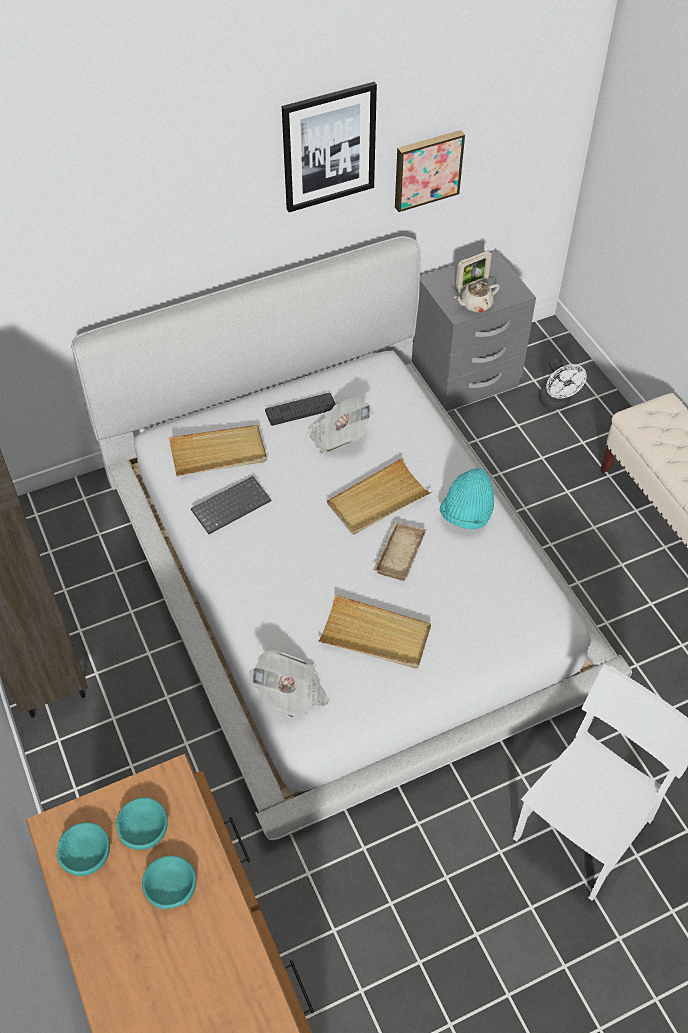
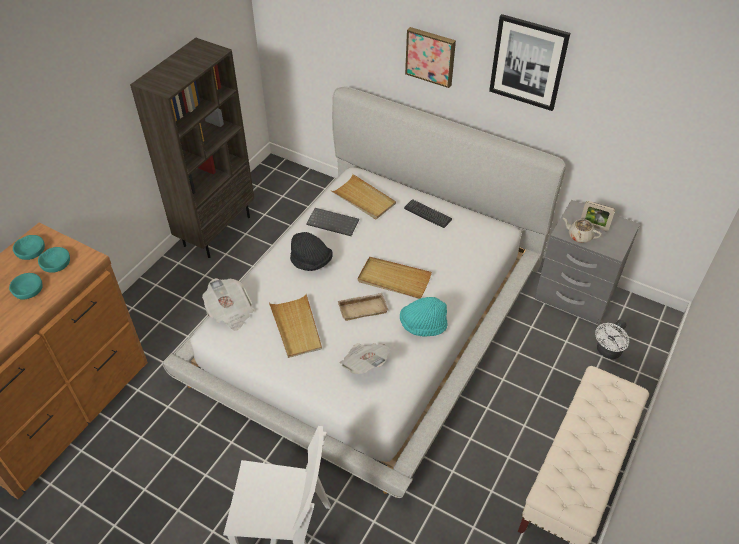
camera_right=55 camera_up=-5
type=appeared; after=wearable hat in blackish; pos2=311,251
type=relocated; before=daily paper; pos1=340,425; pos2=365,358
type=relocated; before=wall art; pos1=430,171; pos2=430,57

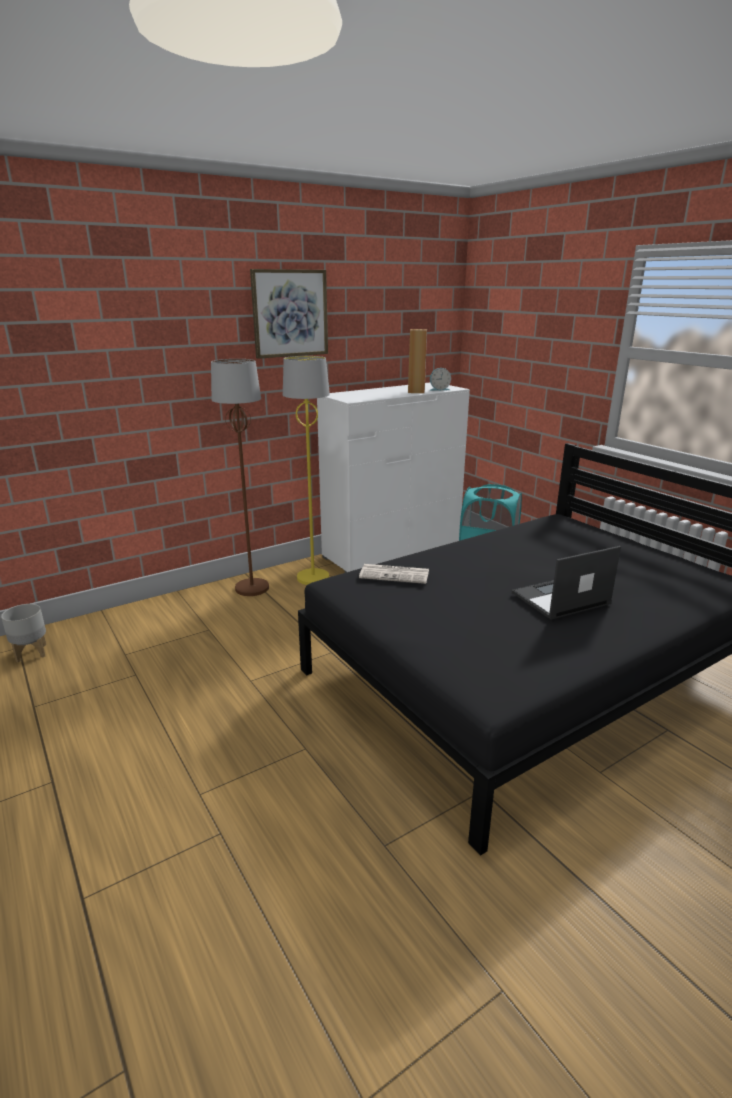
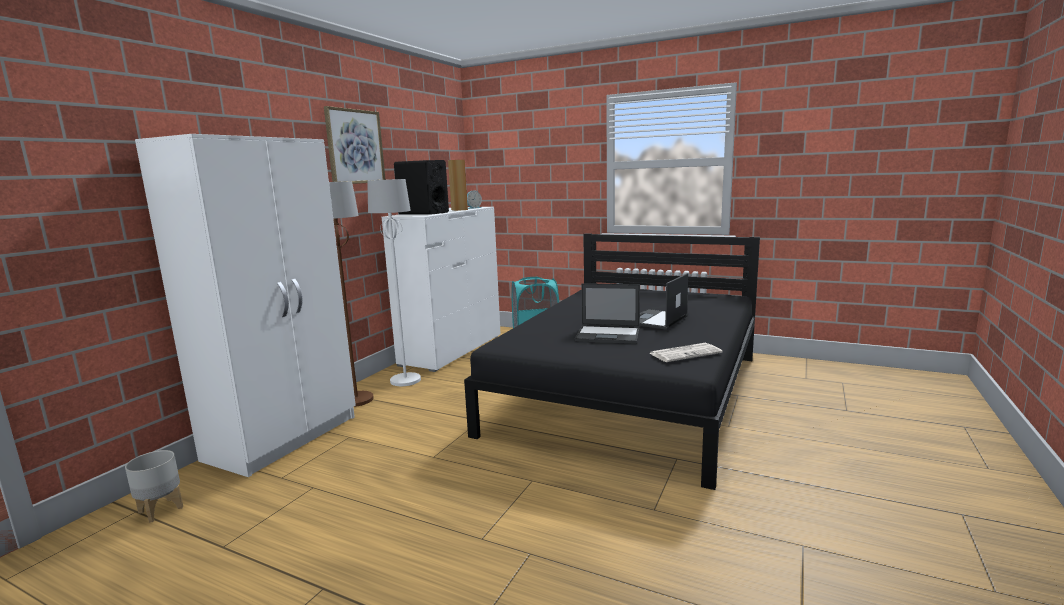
camera_right=-30 camera_up=-10
type=appeared; after=armoire in whitish; pos2=245,305
type=appeared; after=loudspeaker in blackish; pos2=421,187
type=appeared; after=notebook computer; pos2=607,313
type=relocated; before=daily paper; pos1=394,574; pos2=686,352
type=colour; before=floor lamp in yellow-coloured; after=floor lamp in whitish; pos1=306,470; pos2=394,282

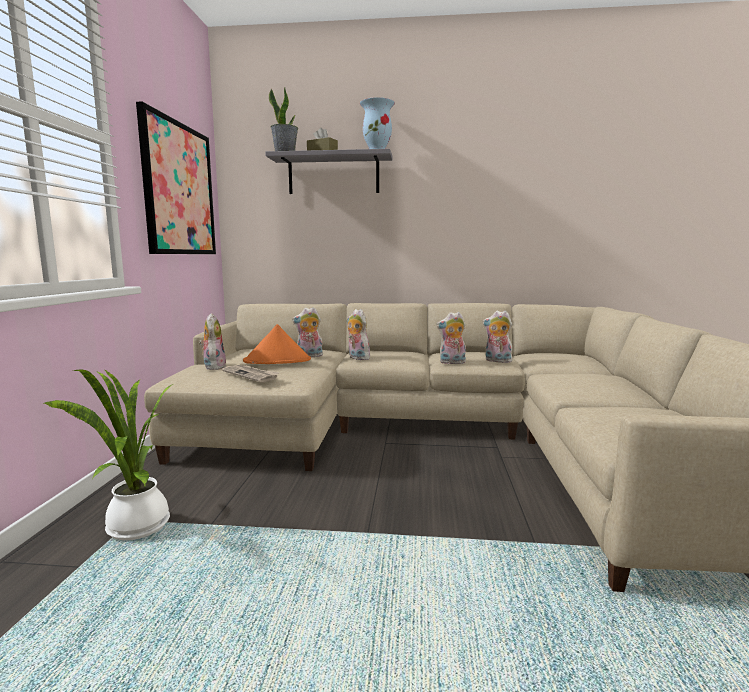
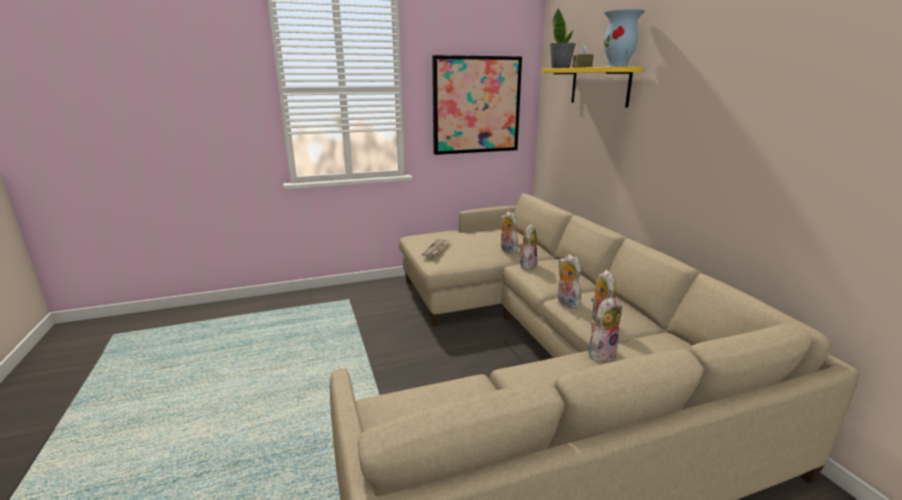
camera_right=65 camera_up=10
type=missing; before=potted plant; pos1=108,454
type=missing; before=wearable hat in orangey; pos1=277,344
type=relocated; before=cuddly toy; pos1=212,341; pos2=605,329
type=colour; before=wall shelf in grey; after=wall shelf in yellow-coloured; pos1=328,171; pos2=593,87

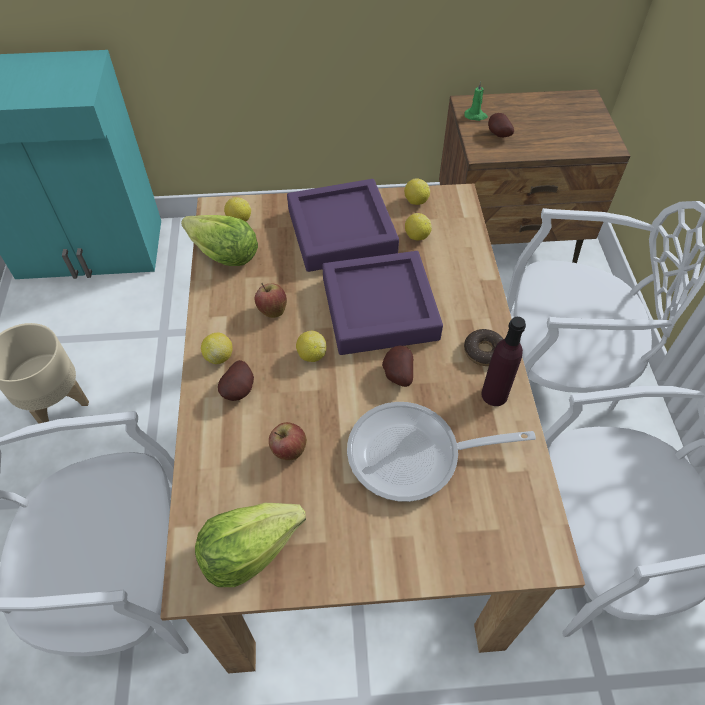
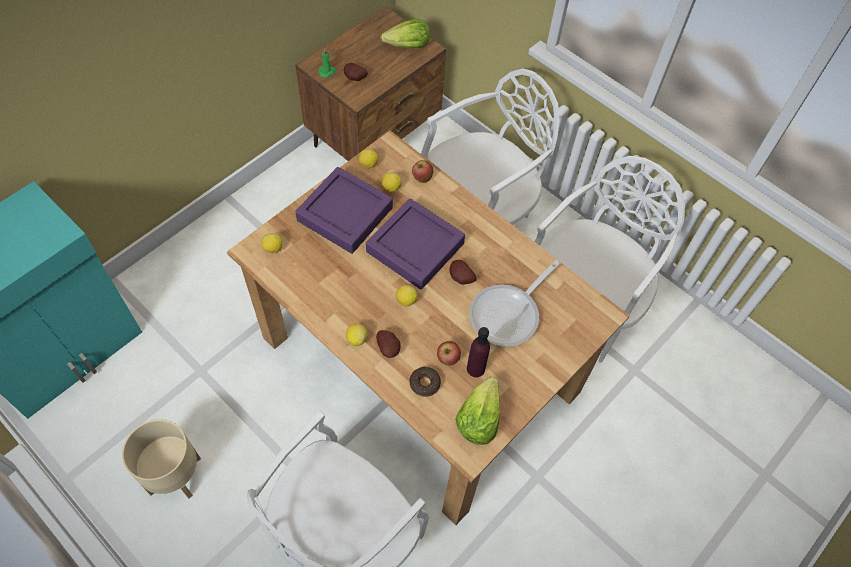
camera_right=-45 camera_up=5
type=relocated; before=lettuce head; pos1=219,240; pos2=405,33
type=relocated; before=apple fruit; pos1=271,300; pos2=422,171
type=relocated; before=ring doughnut; pos1=483,347; pos2=425,382
type=relocated; before=bottle in purple; pos1=503,361; pos2=478,352

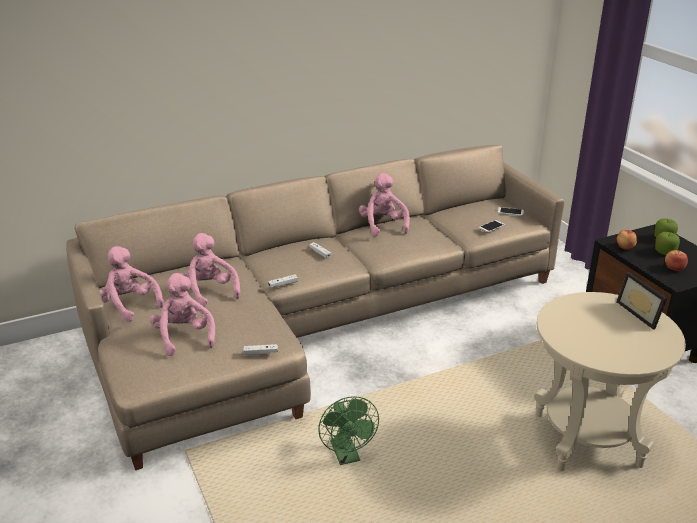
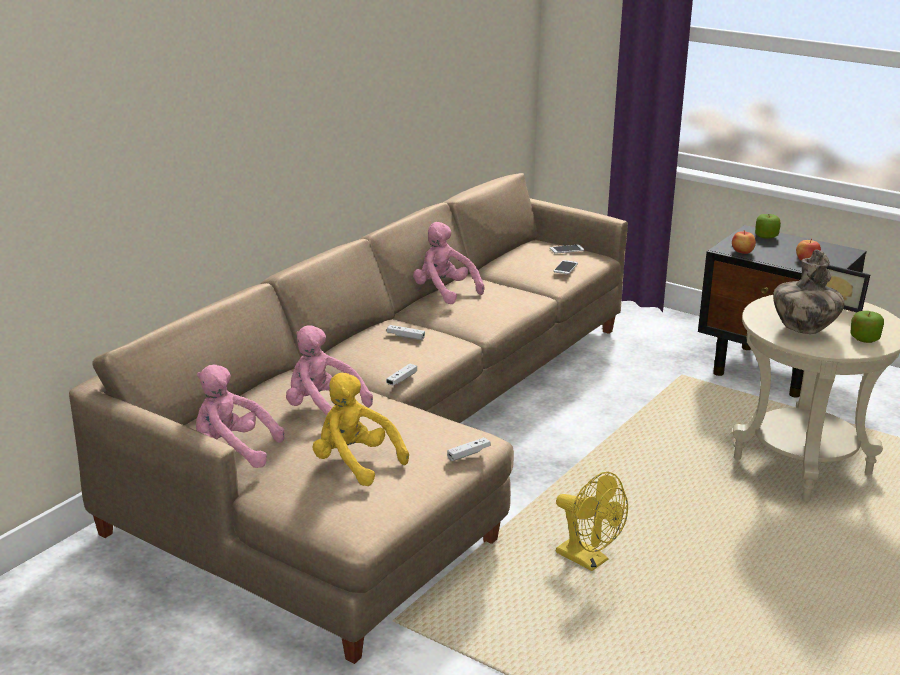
camera_right=-30 camera_up=-5
type=appeared; after=decorative vase; pos2=808,292
type=relocated; before=apple fruit; pos1=667,243; pos2=867,327
type=colour; before=cuddly toy in pink-coloured; after=cuddly toy in yellow-coloured; pos1=182,314; pos2=361,429
type=colour; before=electric fan in greenish; after=electric fan in yellow-coloured; pos1=348,430; pos2=592,521

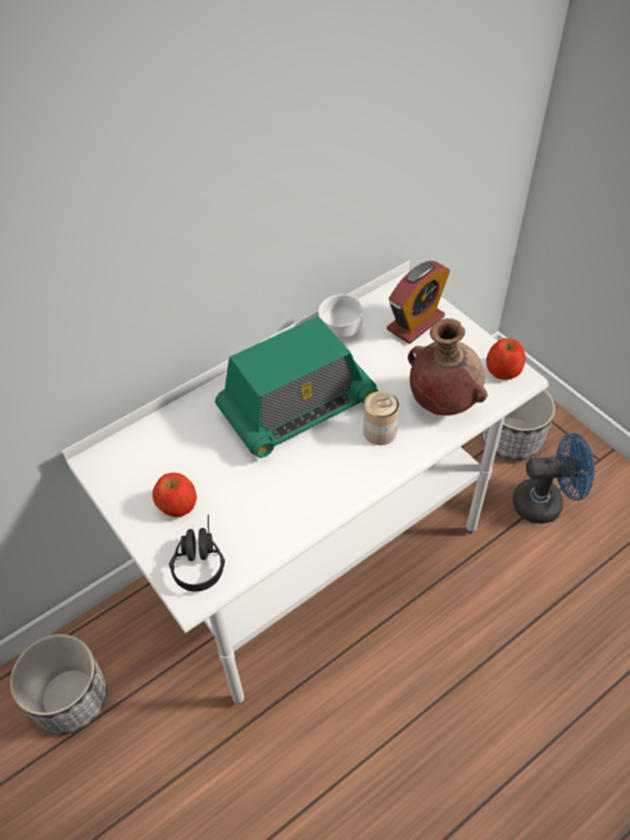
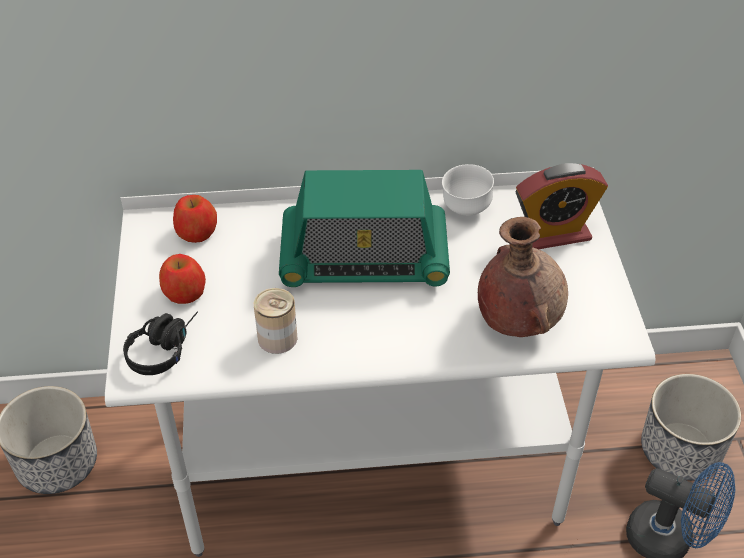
camera_right=30 camera_up=-5
type=relocated; before=can; pos1=381,418; pos2=276,321
type=relocated; before=apple fruit; pos1=505,359; pos2=195,219

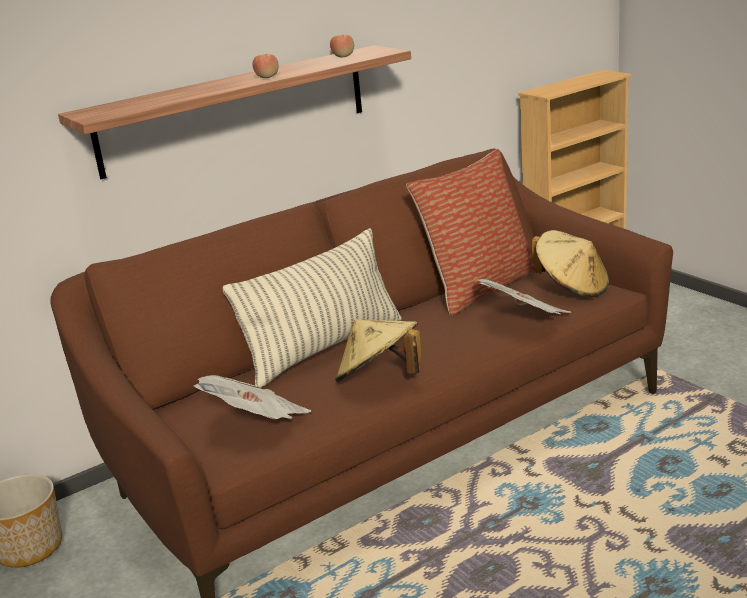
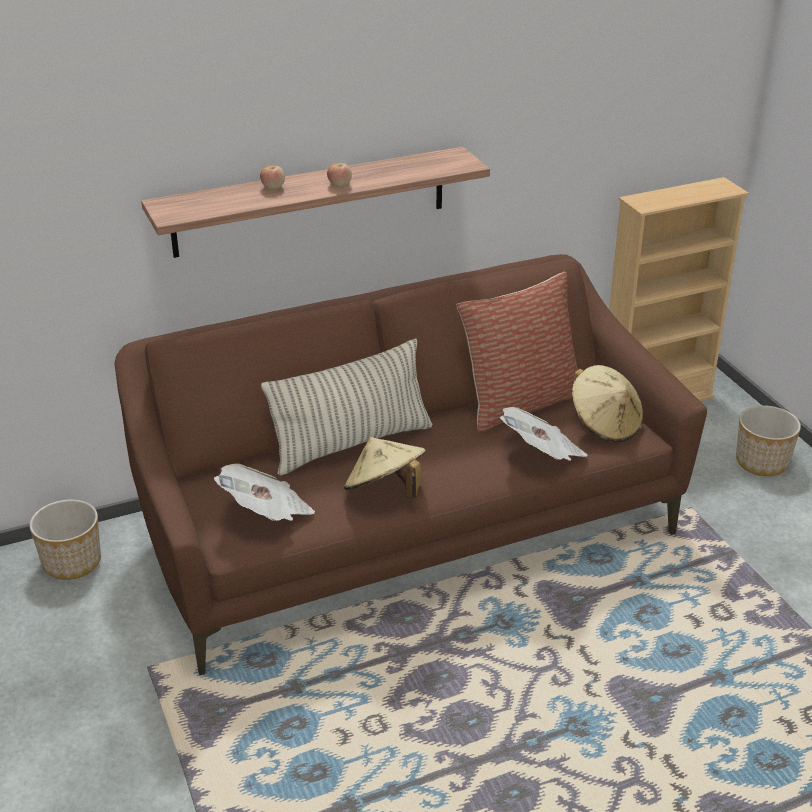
camera_right=10 camera_up=10
type=appeared; after=flower pot; pos2=768,440
type=relocated; before=apple fruit; pos1=342,46; pos2=272,178

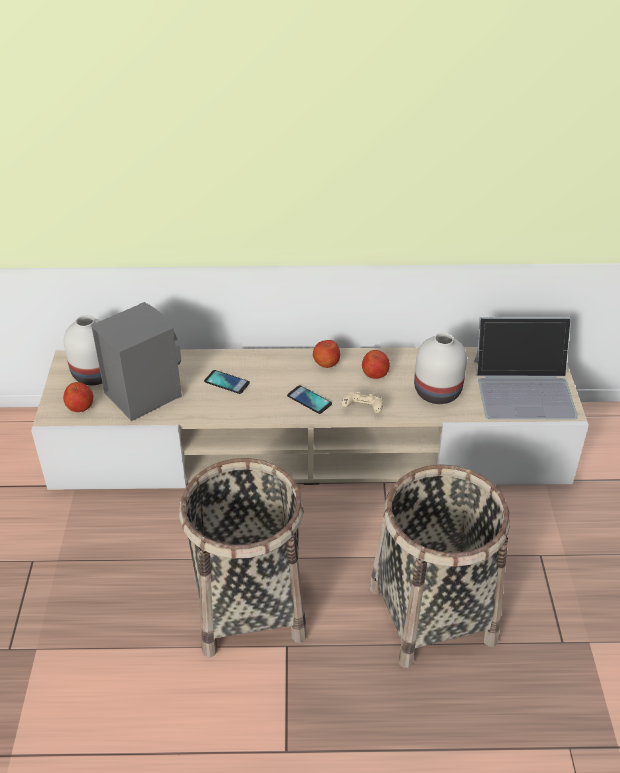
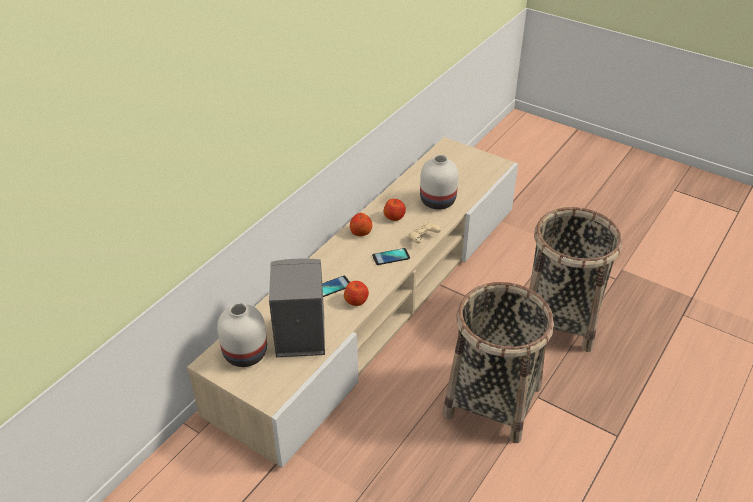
camera_right=-55 camera_up=0
type=missing; before=notebook computer; pos1=526,368
type=relocated; before=apple fruit; pos1=78,397; pos2=356,293

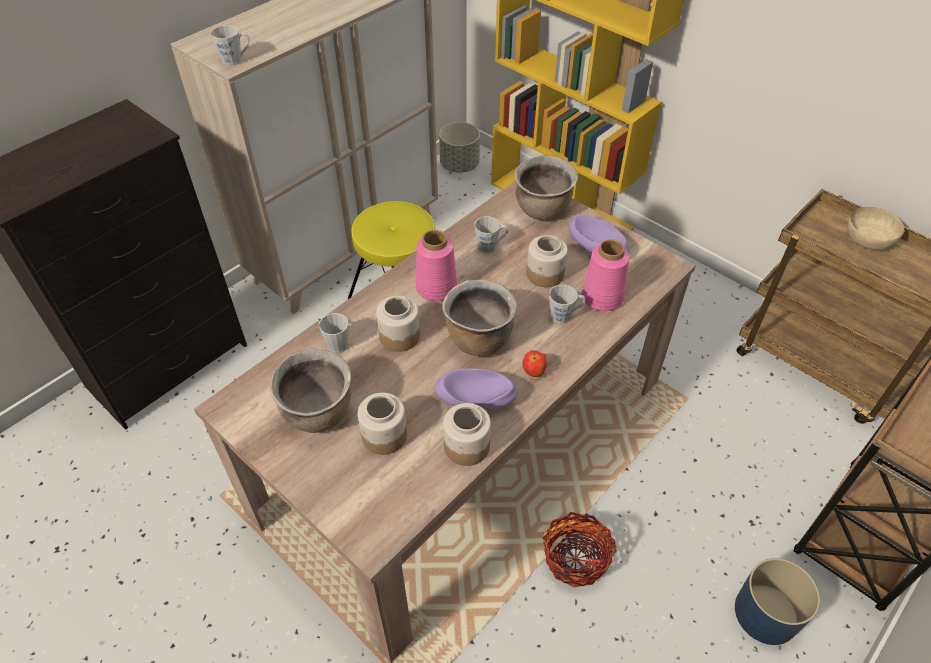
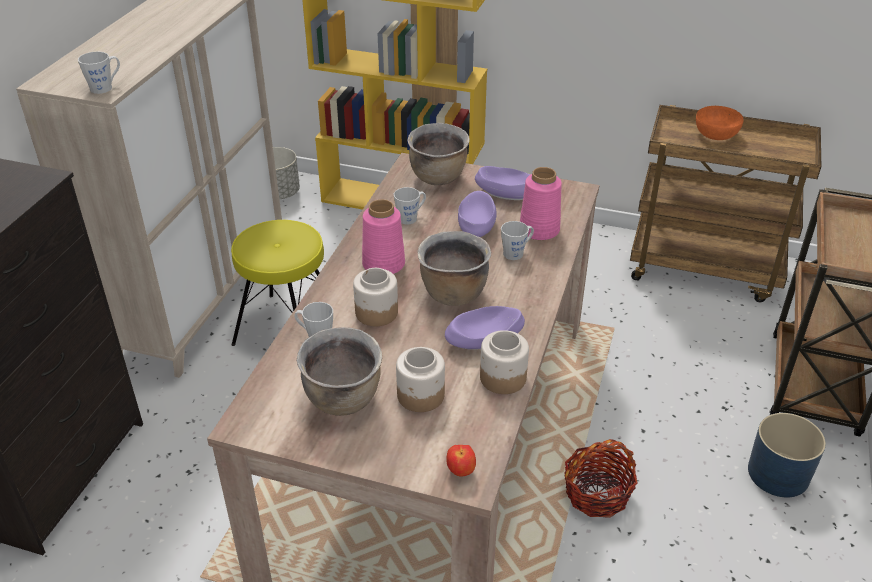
camera_right=-25 camera_up=-10
type=relocated; before=apple fruit; pos1=535,363; pos2=461,461
type=exchanged; before=jar; after=bowl in purple; pos1=547,261; pos2=477,214
type=colour; before=bowl in sand-coloured; after=bowl in orangey; pos1=876,228; pos2=720,123

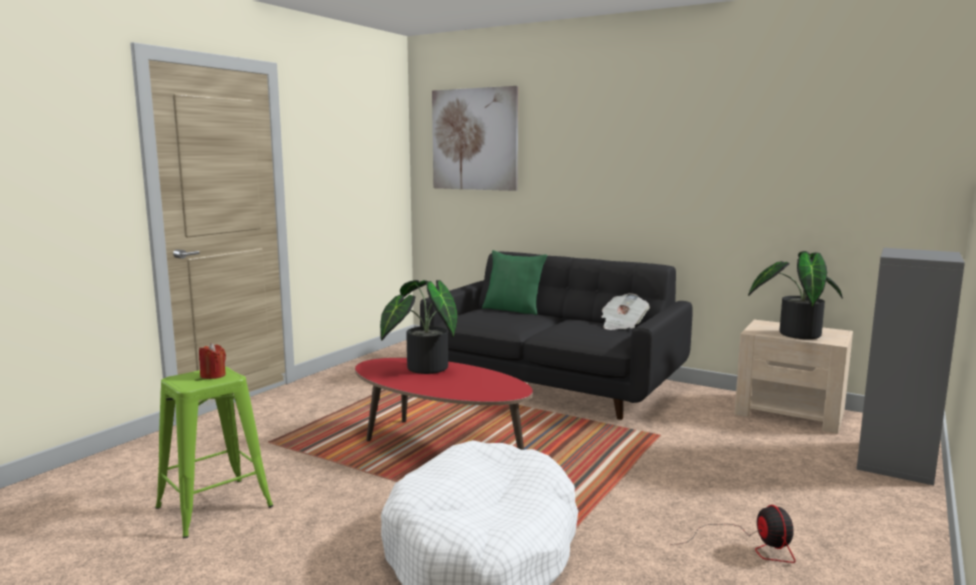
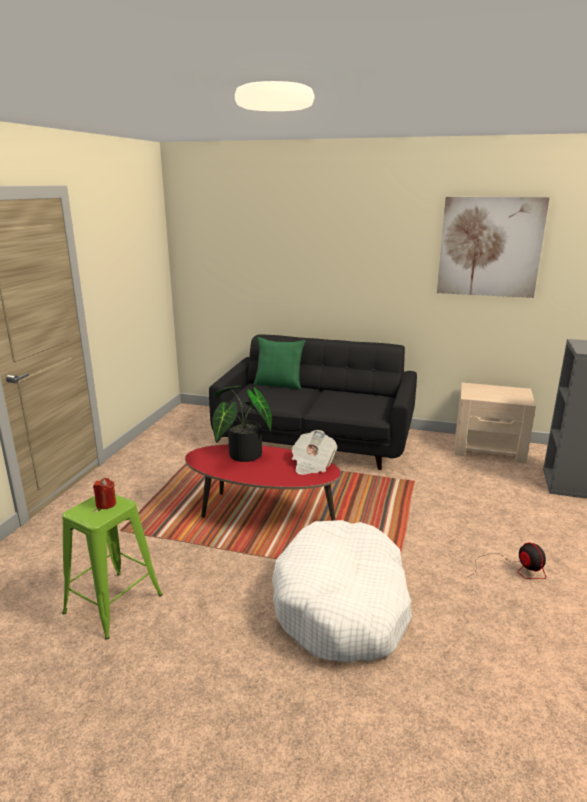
camera_right=-15 camera_up=10
type=missing; before=potted plant; pos1=795,295
type=relocated; before=wall art; pos1=475,138; pos2=493,247
type=relocated; before=daily paper; pos1=625,311; pos2=314,452

